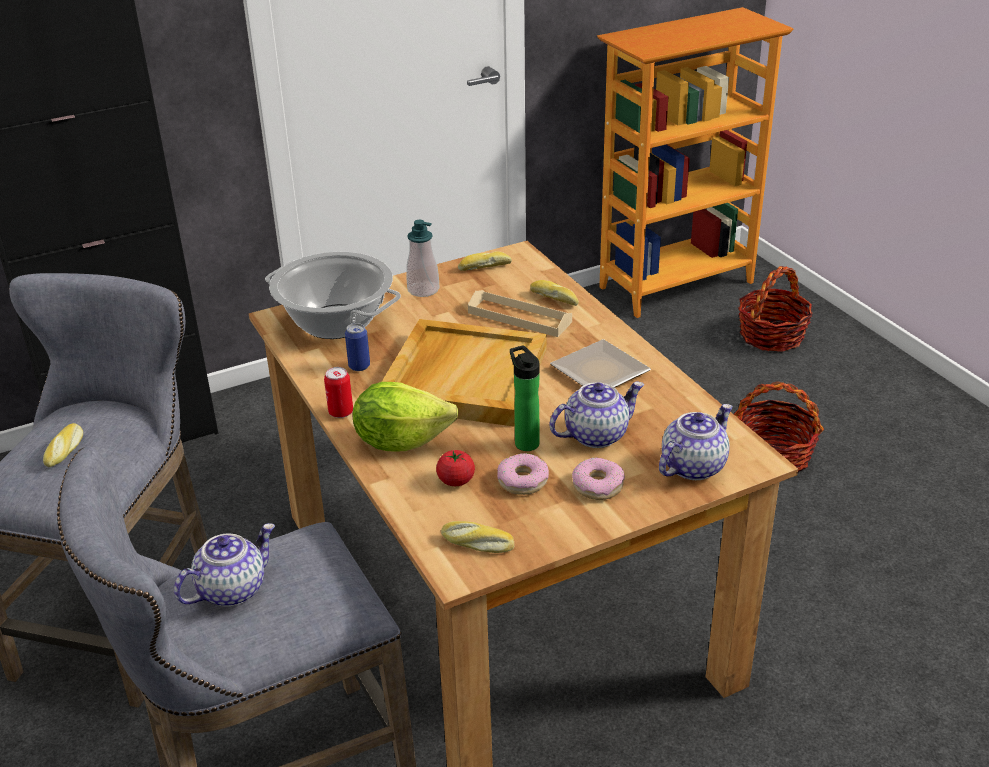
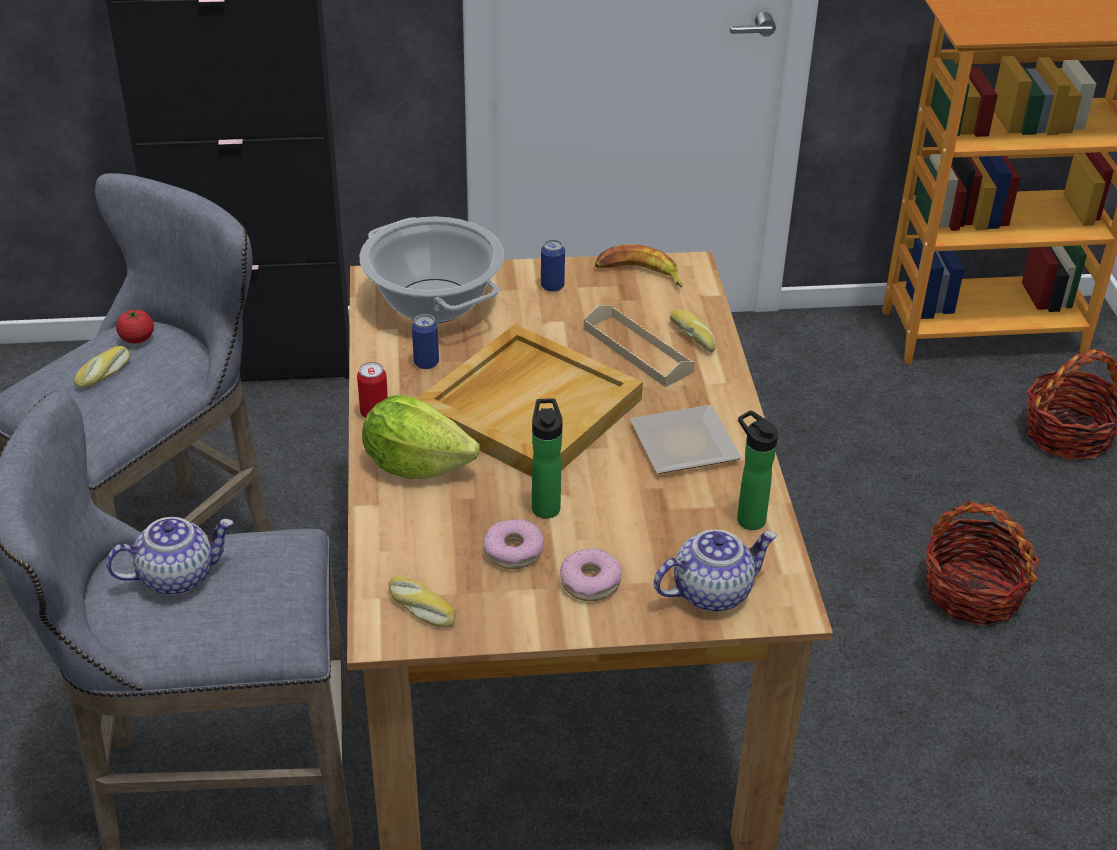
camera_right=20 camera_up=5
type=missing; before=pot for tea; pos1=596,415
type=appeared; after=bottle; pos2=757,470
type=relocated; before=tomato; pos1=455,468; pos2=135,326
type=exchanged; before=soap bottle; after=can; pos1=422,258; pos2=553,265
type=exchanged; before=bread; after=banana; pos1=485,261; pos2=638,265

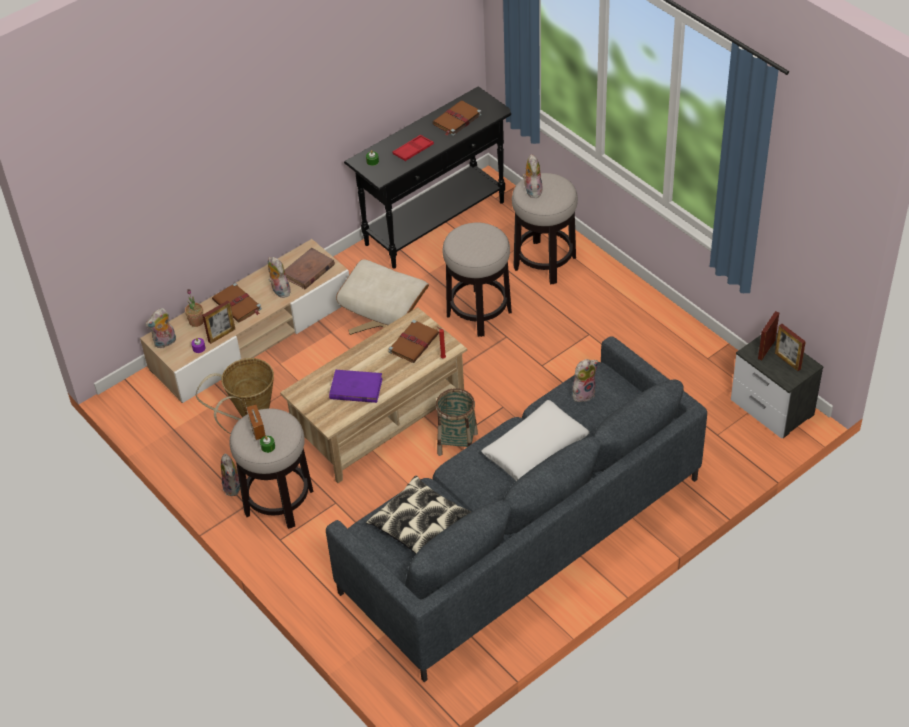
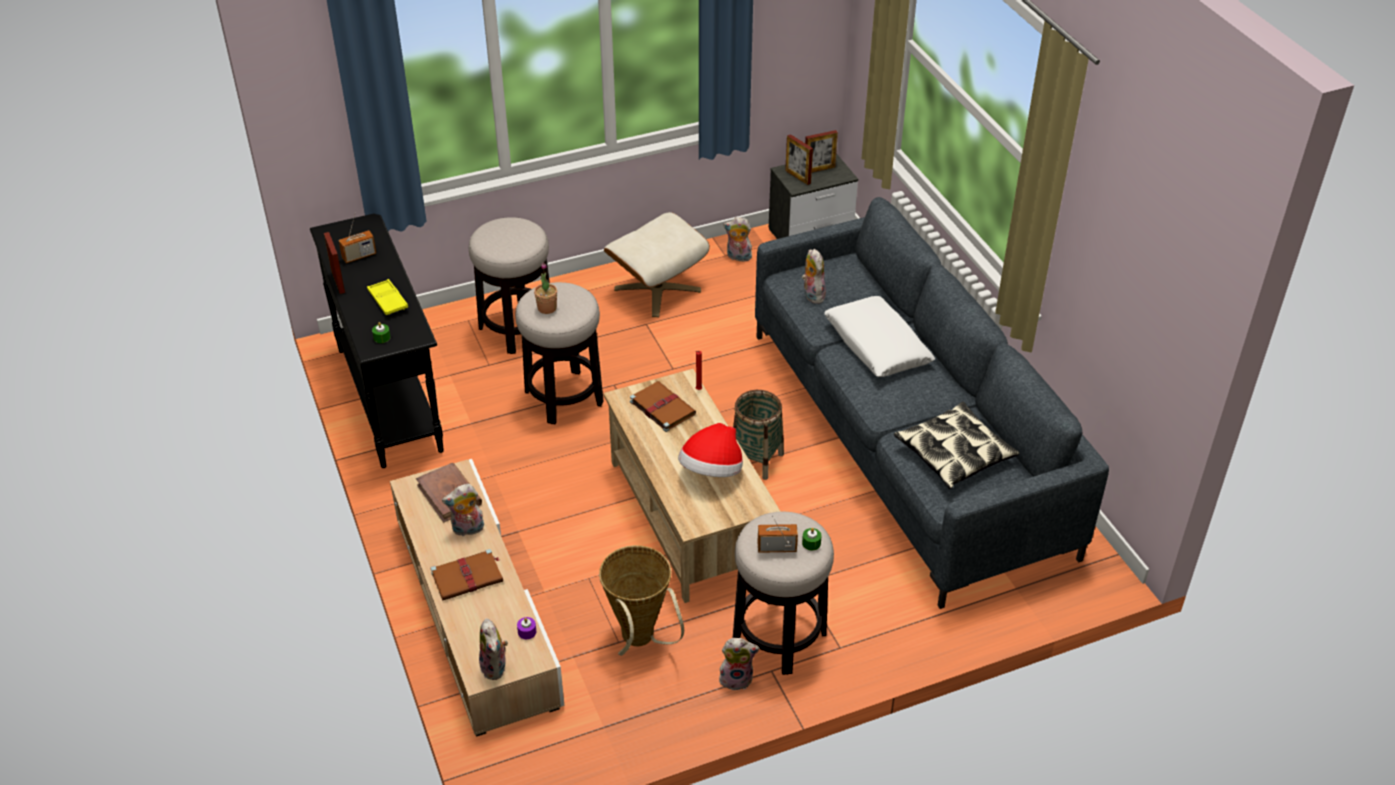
camera_right=-75 camera_up=-5
type=relocated; before=potted plant; pos1=194,308; pos2=545,288
type=relocated; before=standing frame; pos1=218,322; pos2=334,263
type=relocated; before=ottoman in sand-coloured; pos1=382,297; pos2=657,264
type=relocated; before=cuddly toy; pos1=532,176; pos2=737,239
type=exchanged; before=bound book in purple; after=wearable hat; pos1=356,386; pos2=710,450
type=exchanged; before=bound book in brown; after=radio receiver; pos1=456,118; pos2=357,237
type=colour; before=carrying tray in red-coloured; after=carrying tray in yellow-coloured; pos1=413,148; pos2=387,297

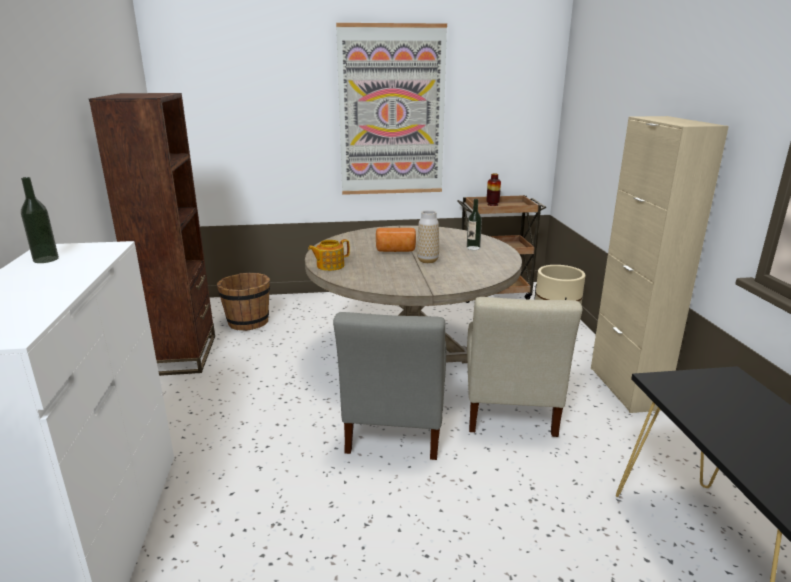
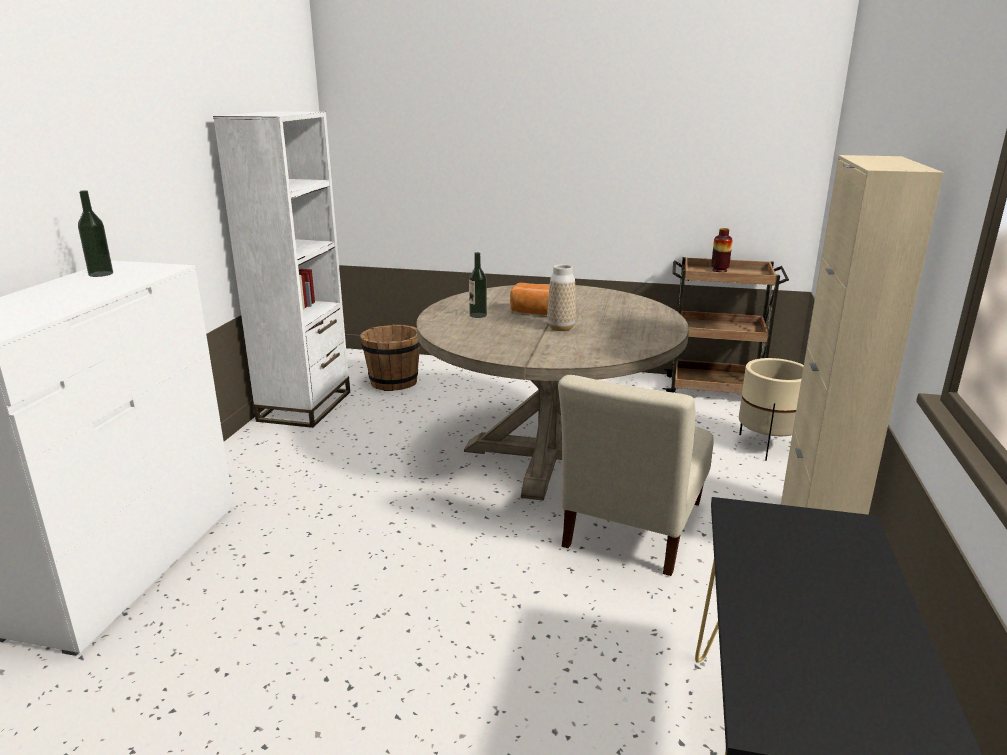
camera_right=20 camera_up=0
type=missing; before=pot for tea; pos1=329,255
type=missing; before=upright chair in grey; pos1=389,386
type=missing; before=wall art; pos1=391,109
type=relocated; before=bottle; pos1=474,224; pos2=478,285
type=colour; before=shelving unit in brown; after=shelving unit in whitish; pos1=152,234; pos2=281,269

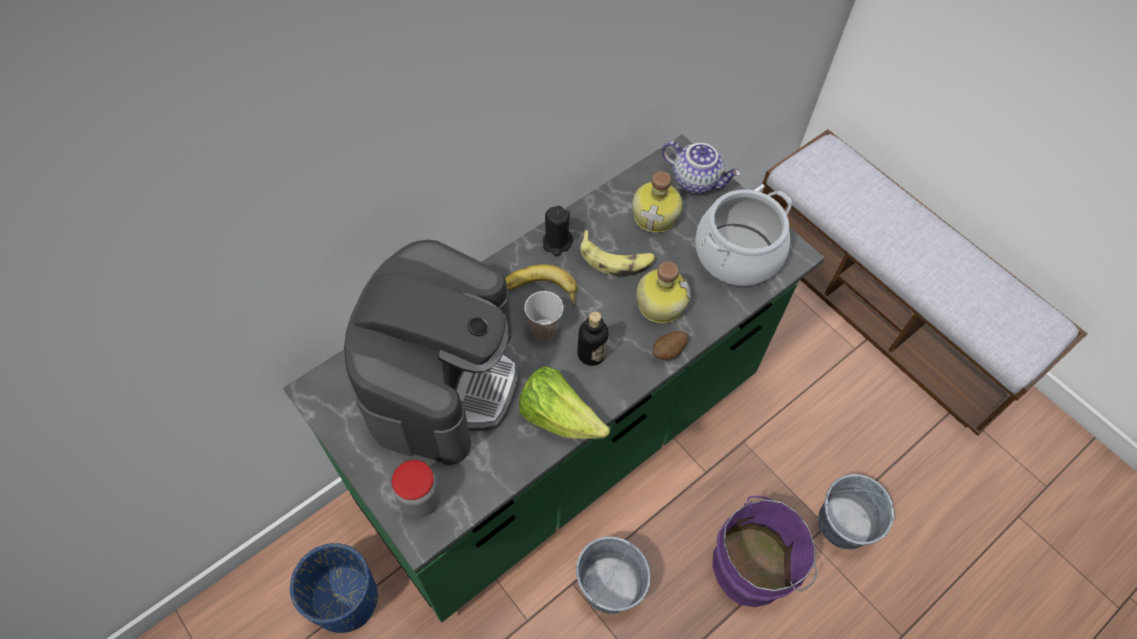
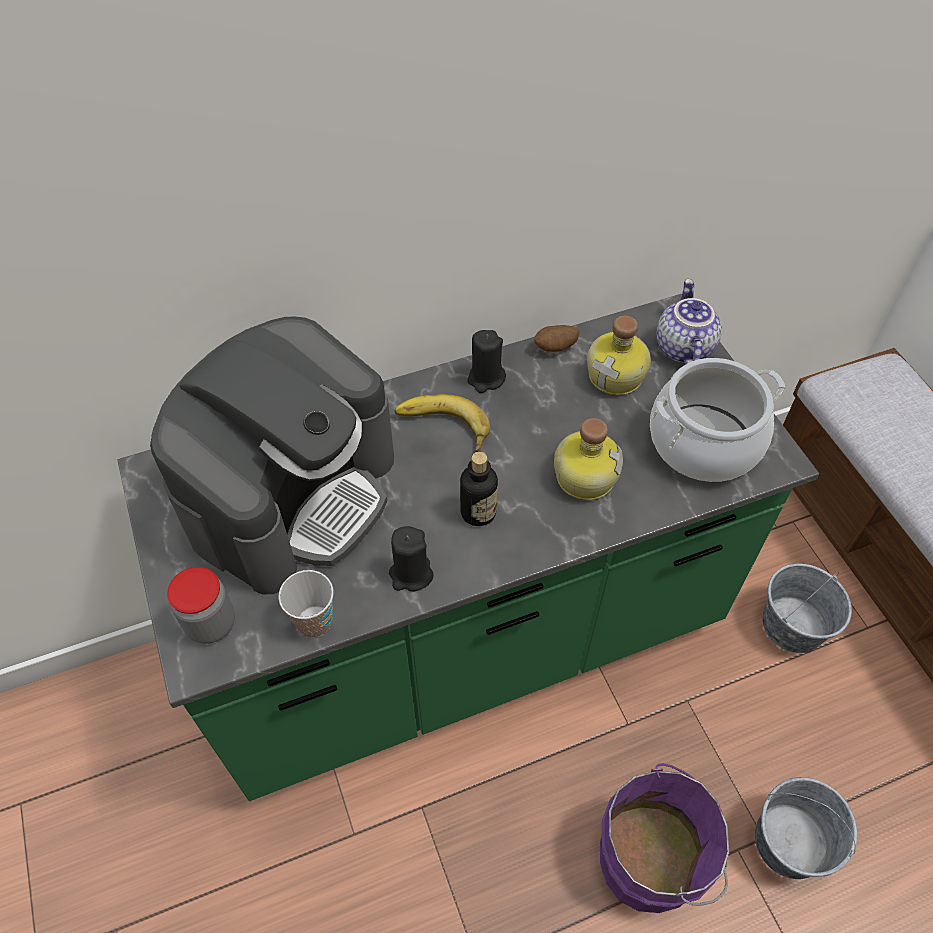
camera_right=20 camera_up=-5
type=missing; before=flower pot in bluish; pos1=334,588
type=missing; before=banana; pos1=618,253
type=relocated; before=small cup; pos1=544,316; pos2=305,604
type=relocated; before=bucket in grey; pos1=613,575; pos2=807,608
type=relocated; before=whole potato; pos1=670,345; pos2=556,338
type=exchanged; before=lettuce head; after=wax light in blackish; pos1=564,402; pos2=411,558
type=spun; before=pot for tea; pos1=701,167; pos2=689,322; turn=-135

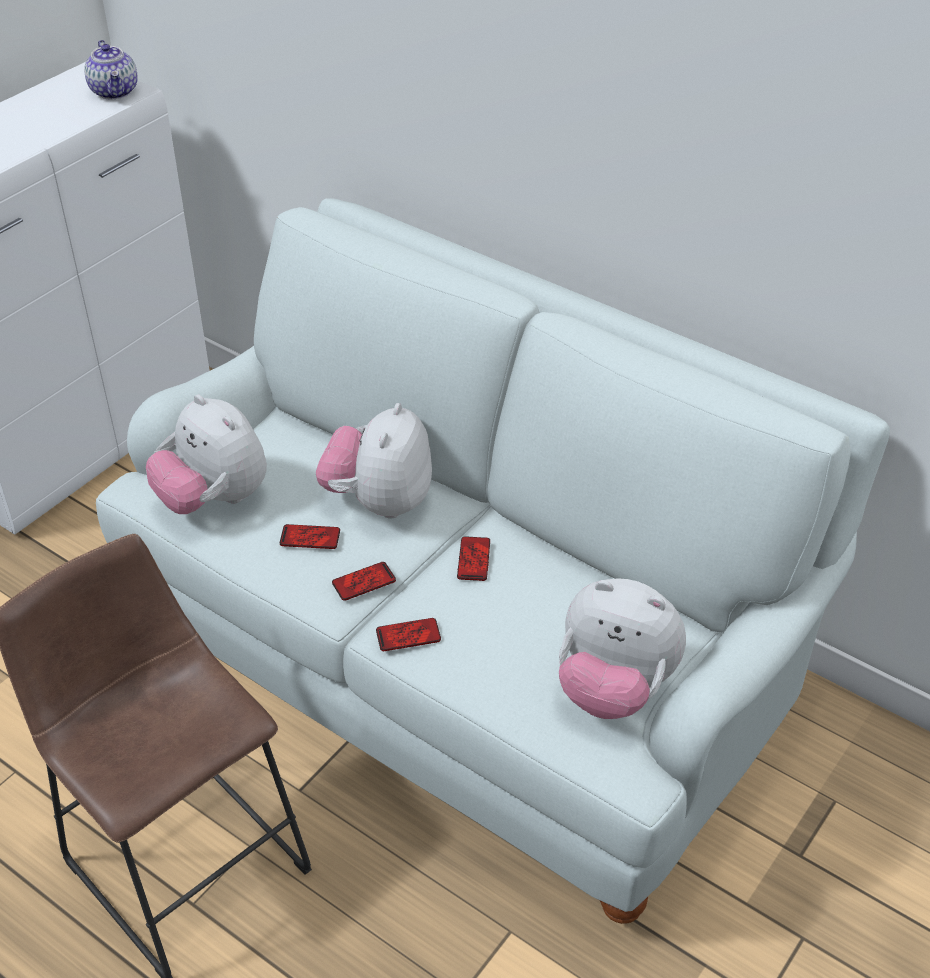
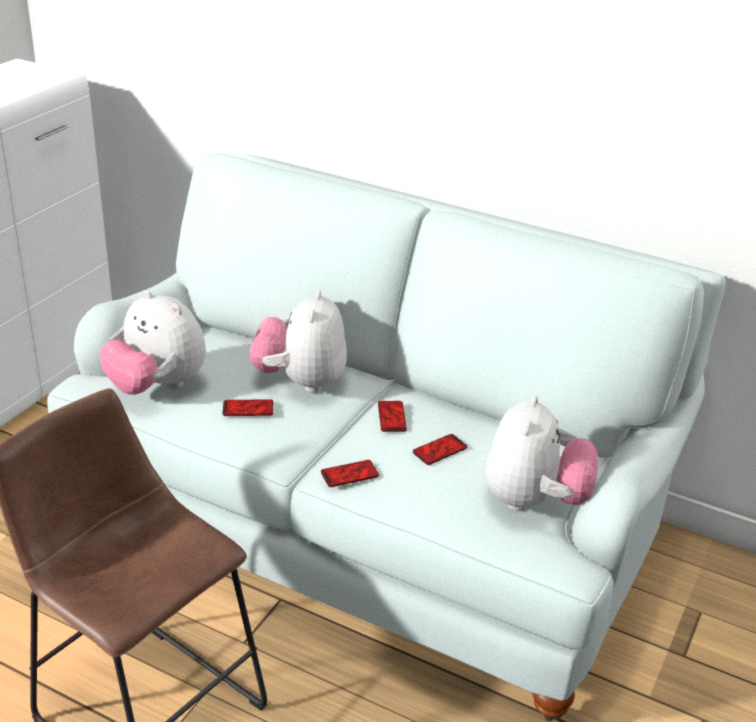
camera_right=-10 camera_up=-10
type=missing; before=pot for tea; pos1=111,70
type=relocated; before=phone; pos1=364,581; pos2=440,449
type=spun; before=cuddly toy; pos1=622,648; pos2=542,453; turn=-90

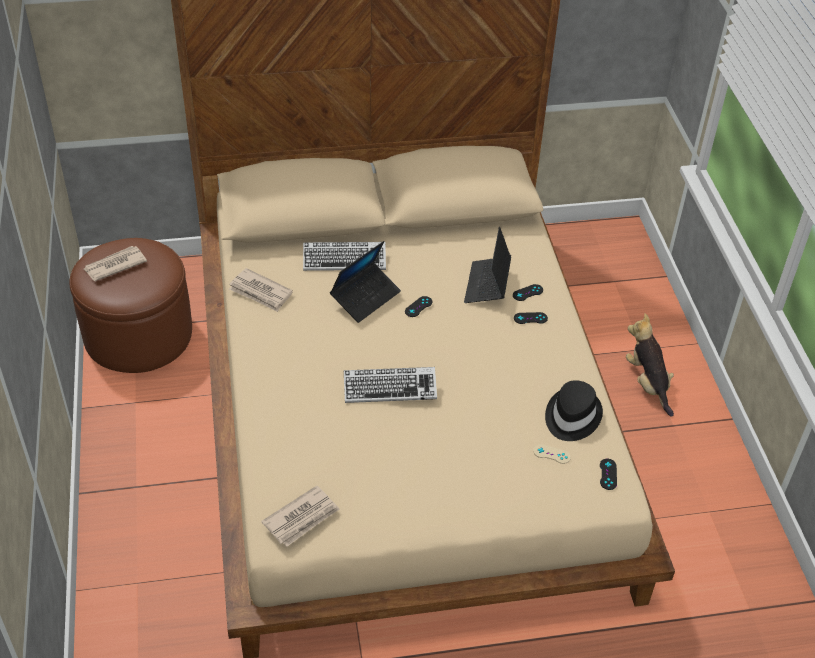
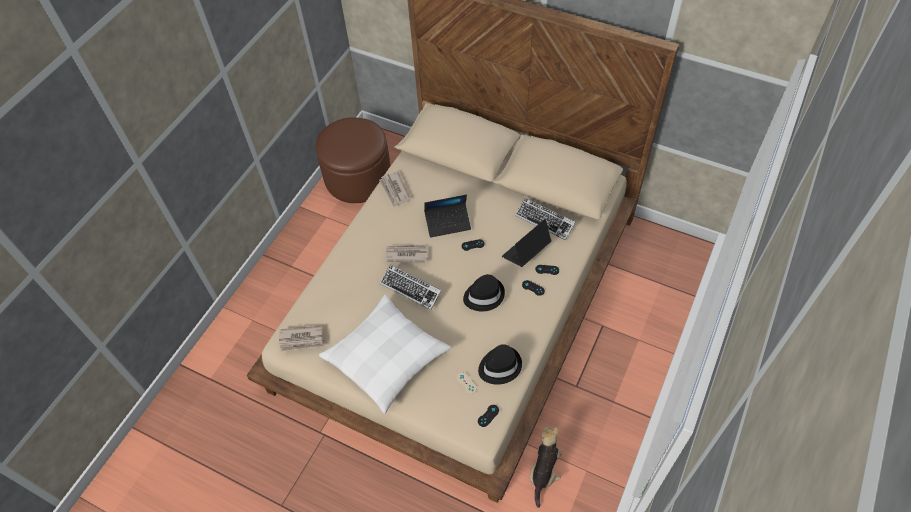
camera_right=40 camera_up=10
type=appeared; after=throw pillow in whitish; pos2=385,354
type=appeared; after=wearable hat in blackish; pos2=484,292
type=relocated; before=daily paper; pos1=115,263; pos2=407,253
type=relocated; before=computer keyboard; pos1=344,256; pos2=545,219
type=relocated; before=cuddly toy; pos1=650,365; pos2=546,467

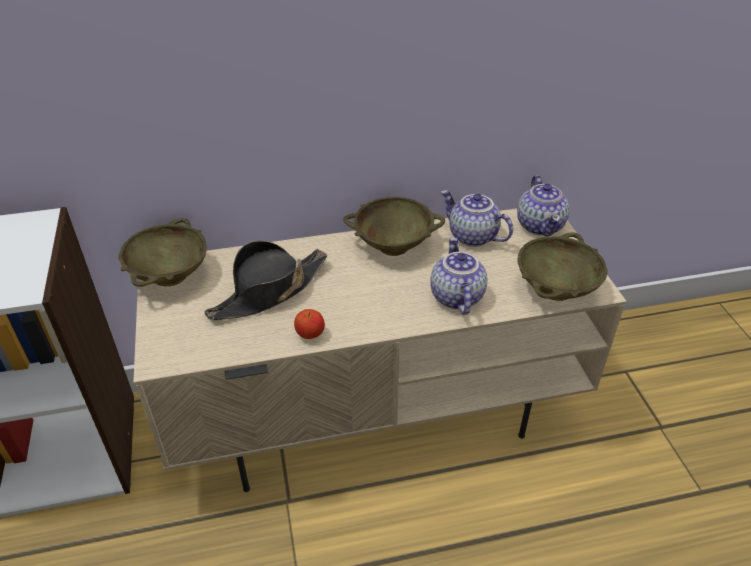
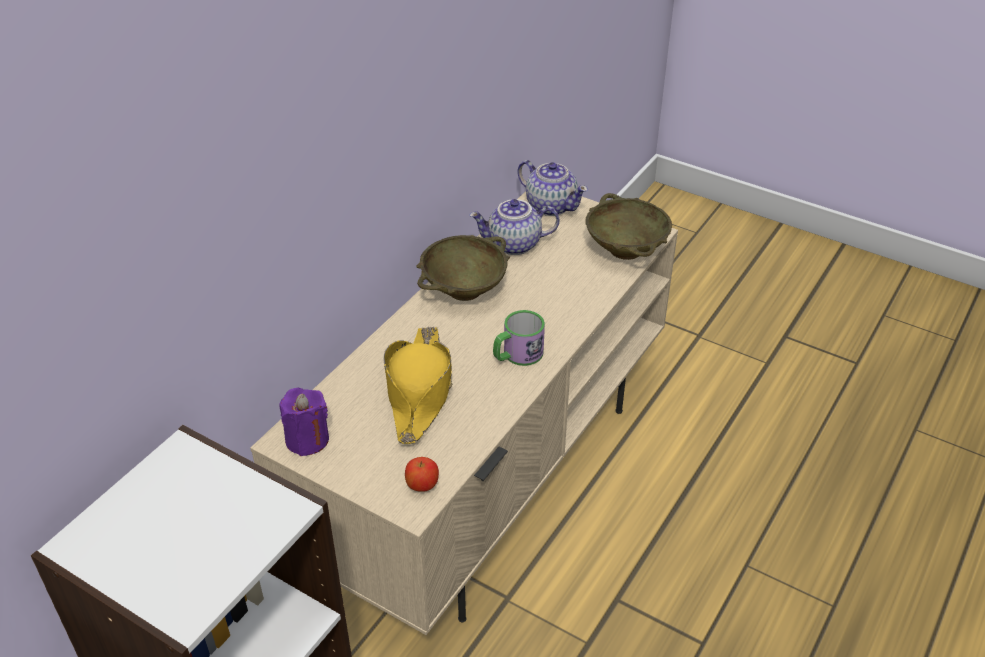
camera_right=-45 camera_up=0
type=missing; before=pot for tea; pos1=458,276
type=appeared; after=mug; pos2=519,338
type=relocated; before=apple fruit; pos1=309,324; pos2=422,474
type=exchanged; before=bowl in sand-coloured; after=wax light in purple; pos1=163,252; pos2=304,422
type=colour; before=wearable hat in blackish; after=wearable hat in yellow-coloured; pos1=266,280; pos2=417,385

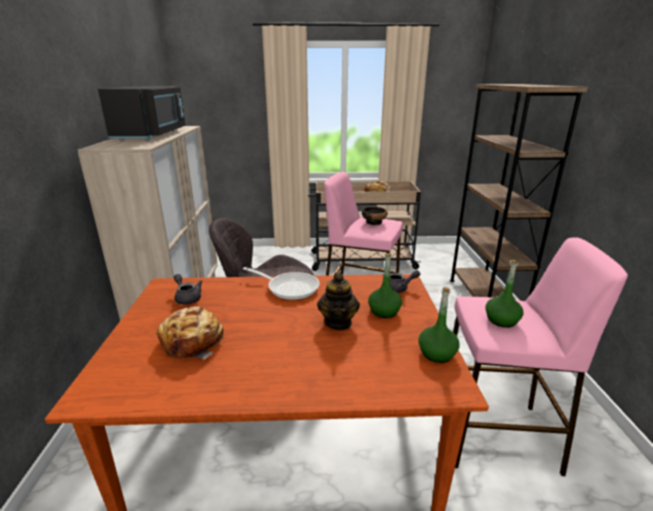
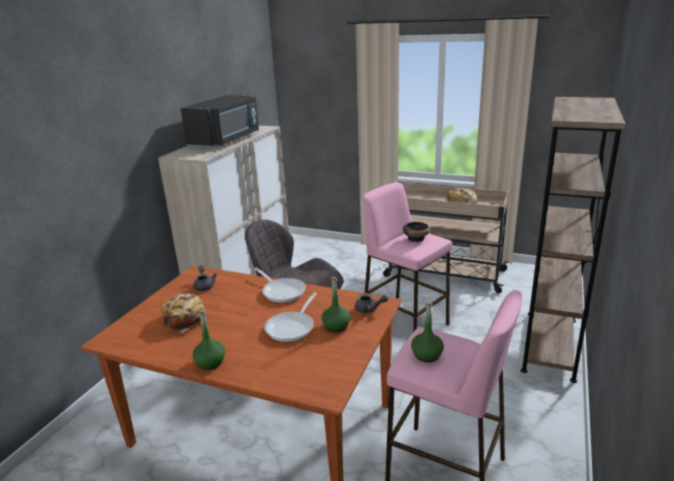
camera_right=25 camera_up=0
type=relocated; before=bottle in greenish; pos1=439,325; pos2=208,339
type=exchanged; before=pot for tea; after=pan; pos1=338,301; pos2=290,317

